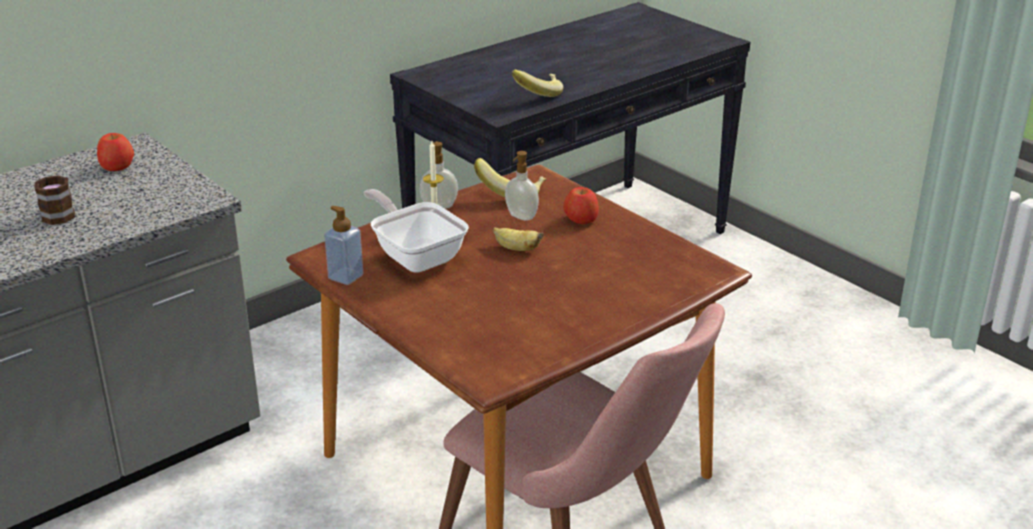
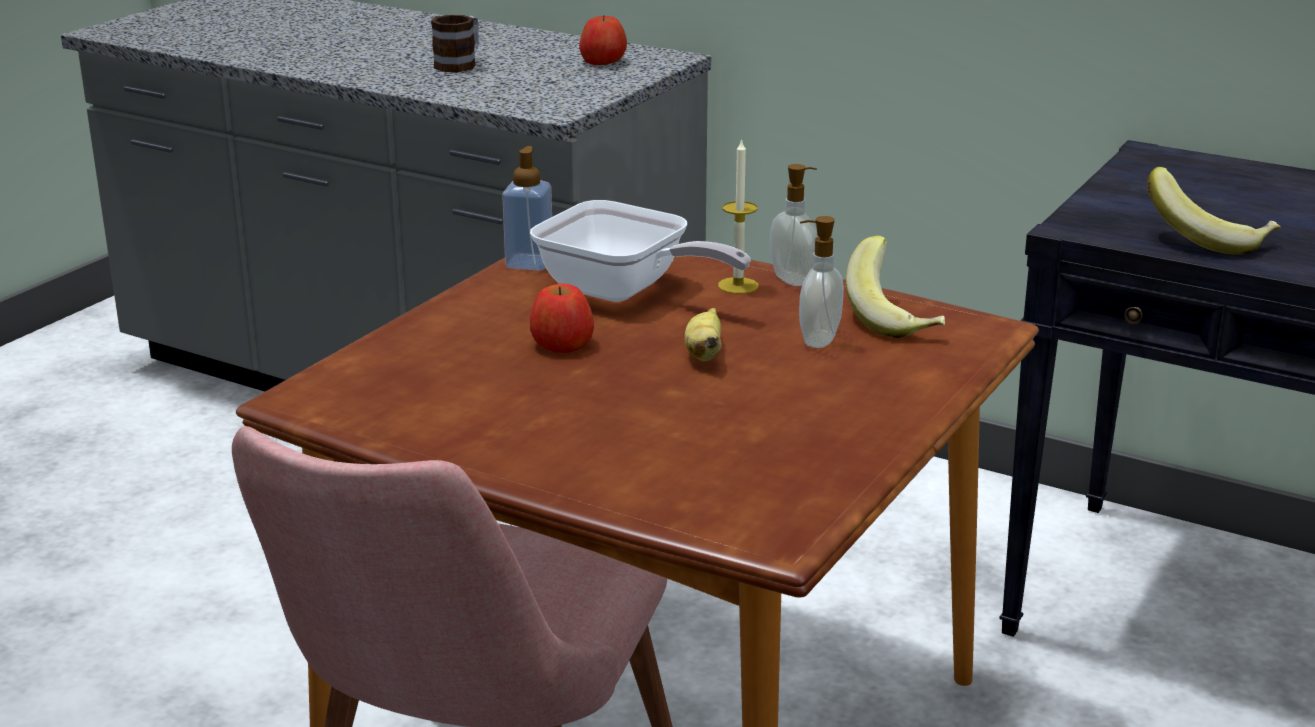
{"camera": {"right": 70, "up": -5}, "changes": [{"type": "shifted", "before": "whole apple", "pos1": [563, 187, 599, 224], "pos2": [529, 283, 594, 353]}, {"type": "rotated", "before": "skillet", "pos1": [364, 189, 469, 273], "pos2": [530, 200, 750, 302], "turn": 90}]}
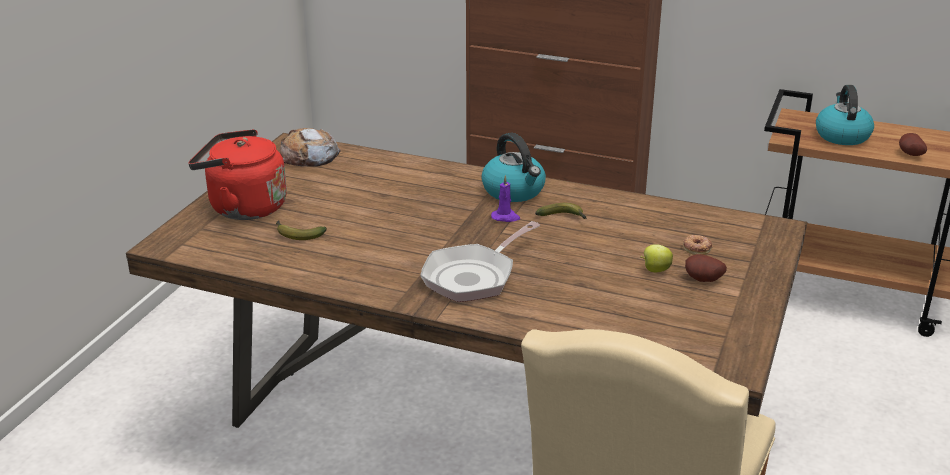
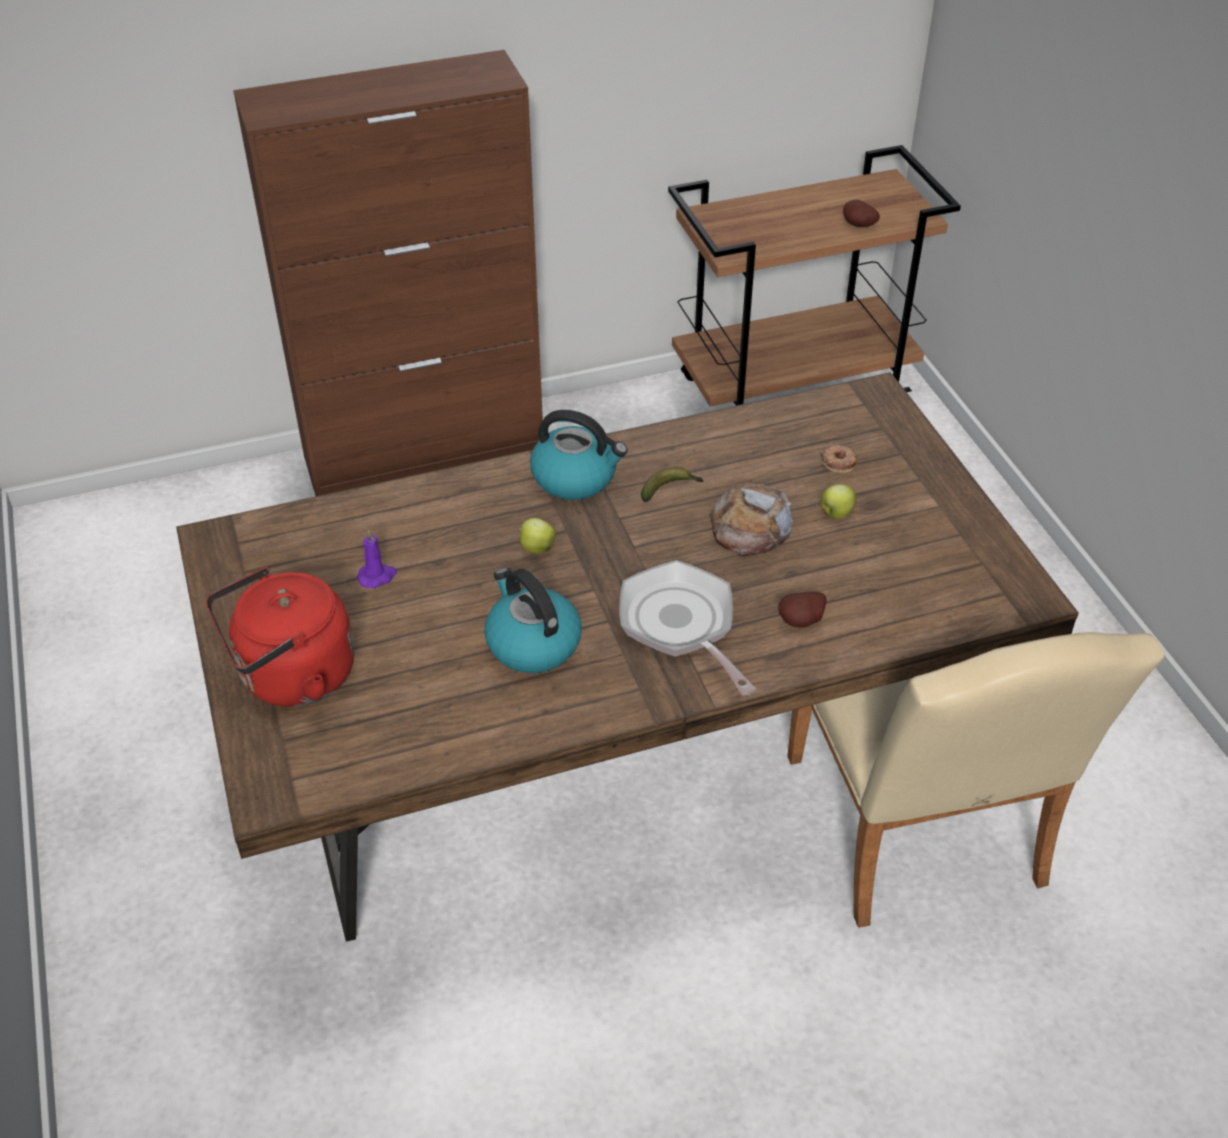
{"camera": {"right": -40, "up": 15}, "changes": [{"type": "shifted", "before": "water kettle", "pos1": [816, 85, 874, 145], "pos2": [484, 568, 582, 673]}, {"type": "shifted", "before": "bread", "pos1": [280, 128, 340, 167], "pos2": [709, 483, 793, 557]}, {"type": "shifted", "before": "candle in purple-coloured", "pos1": [491, 175, 520, 222], "pos2": [357, 529, 397, 588]}, {"type": "gone", "before": "banana fruit", "pos1": [276, 220, 327, 240]}, {"type": "rotated", "before": "skillet", "pos1": [420, 221, 540, 302], "pos2": [619, 560, 756, 696], "turn": 150}, {"type": "shifted", "before": "potato", "pos1": [685, 254, 727, 282], "pos2": [778, 592, 827, 628]}, {"type": "new", "after": "whole apple", "pos2": [519, 518, 556, 553]}]}
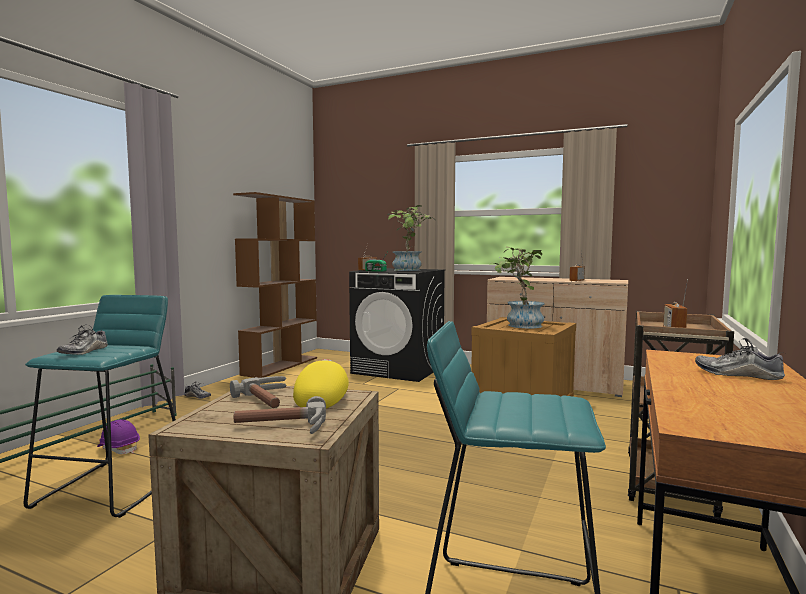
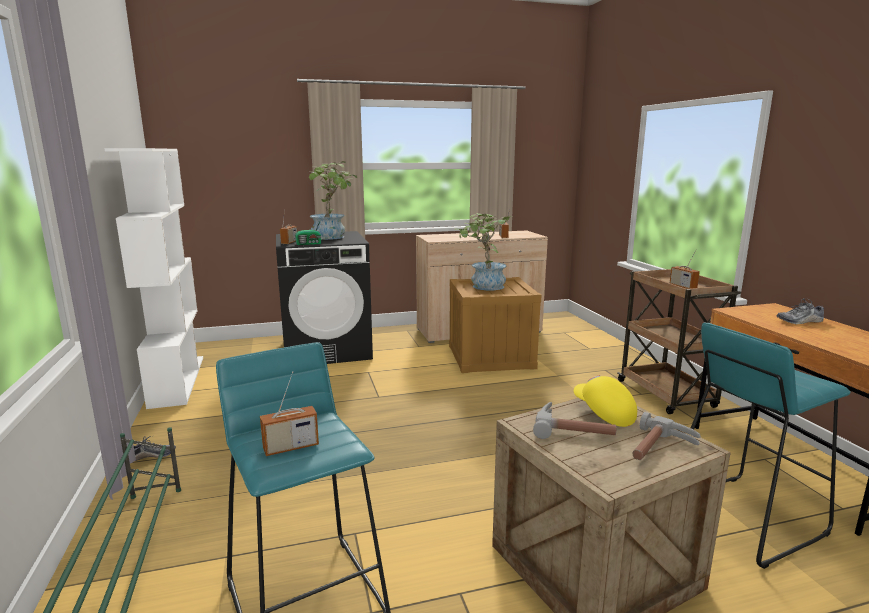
{"camera": {"right": -40, "up": 10}, "changes": [{"type": "repainted", "before": "shelving unit in brown-coloured", "after": "shelving unit in white", "pos1": [233, 192, 317, 378], "pos2": [104, 148, 203, 409]}, {"type": "swapped", "before": "item of footwear", "after": "radio", "pos1": [57, 325, 108, 355], "pos2": [260, 371, 319, 456]}, {"type": "gone", "before": "work helmet in purple-coloured", "pos1": [97, 420, 140, 454]}]}
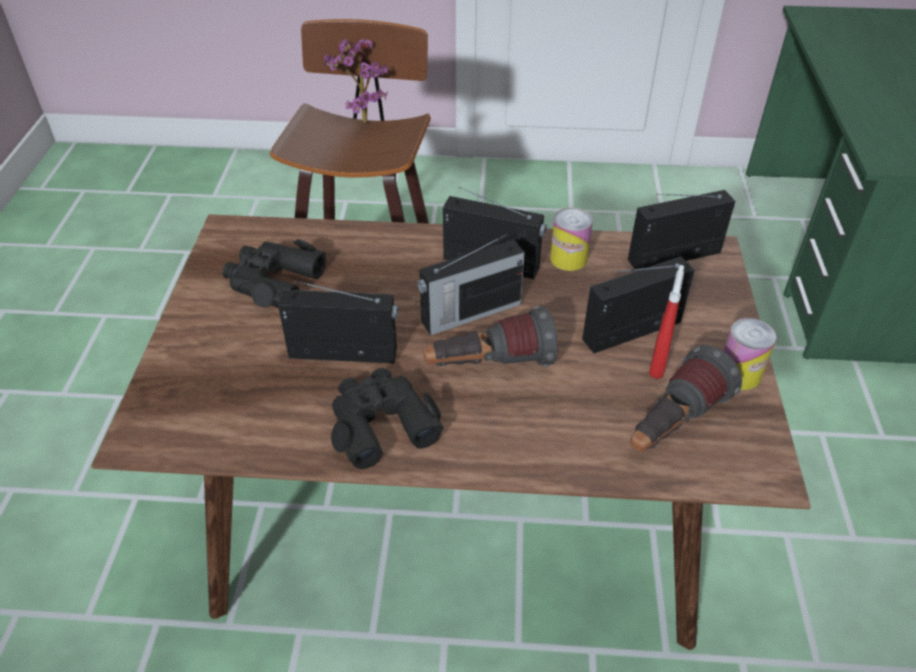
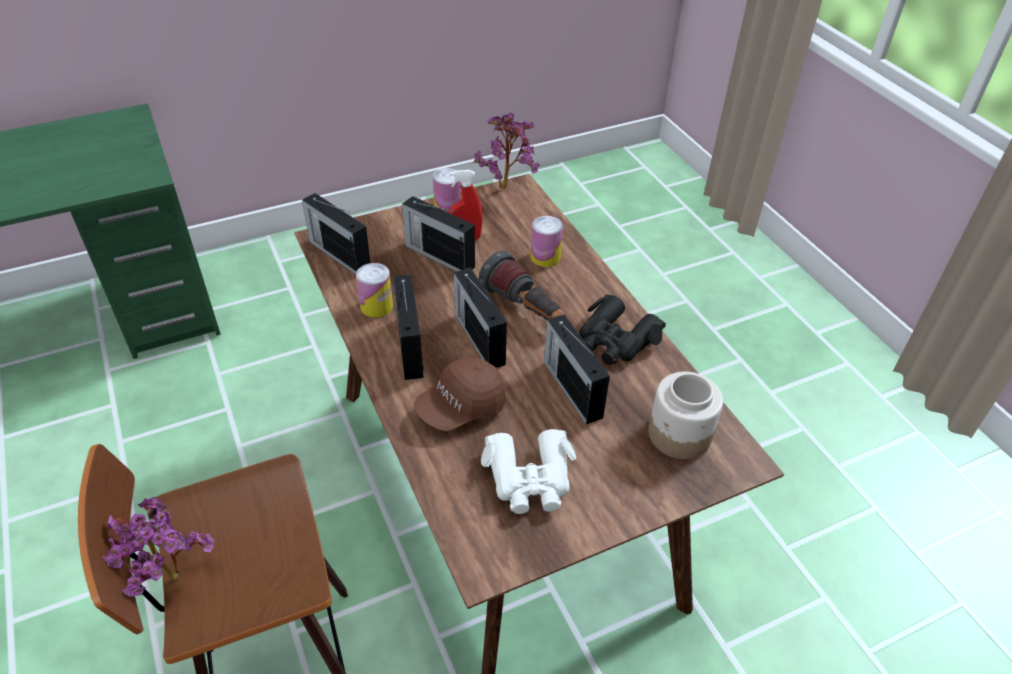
{"camera": {"right": -120, "up": 0}, "changes": [{"type": "rotated", "before": "radio", "pos1": [417, 234, 525, 336], "pos2": [454, 268, 507, 368], "turn": -150}, {"type": "repainted", "before": "field glasses in black", "after": "field glasses in white", "pos1": [222, 239, 326, 308], "pos2": [481, 429, 576, 514]}, {"type": "gone", "before": "flashlight", "pos1": [630, 345, 742, 452]}, {"type": "new", "after": "houseplant", "pos2": [473, 112, 539, 189]}, {"type": "new", "after": "sealed can", "pos2": [530, 216, 563, 267]}, {"type": "new", "after": "baseball cap in brown-coloured", "pos2": [414, 357, 505, 431]}, {"type": "new", "after": "jar", "pos2": [648, 372, 723, 459]}]}
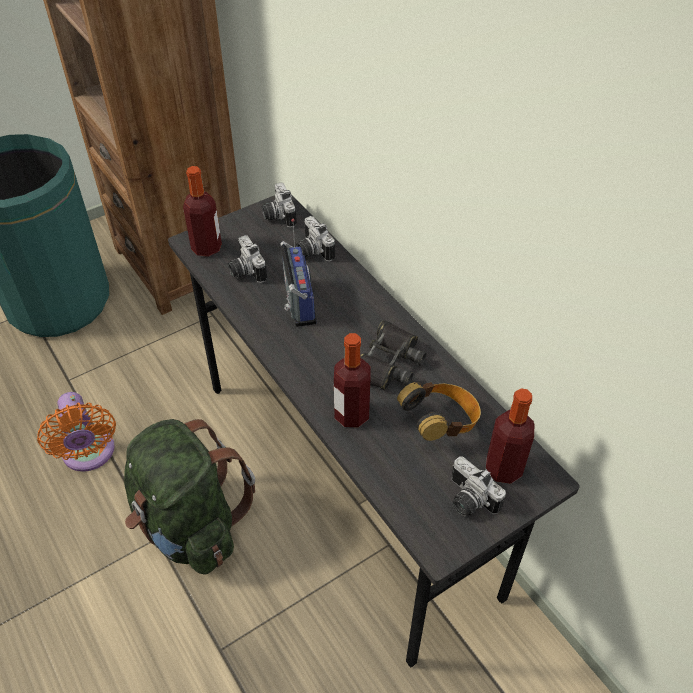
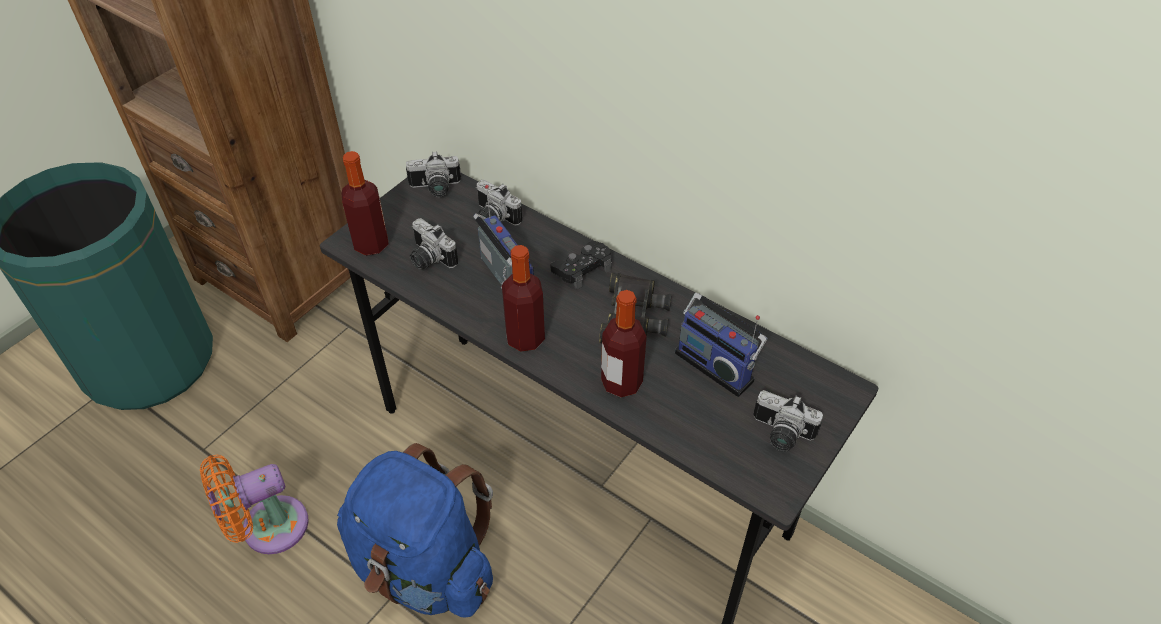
{"camera": {"right": -20, "up": 0}, "changes": [{"type": "rotated", "before": "photo camera", "pos1": [262, 182, 297, 228], "pos2": [406, 151, 461, 197], "turn": -60}, {"type": "swapped", "before": "headphones", "after": "radio", "pos1": [397, 382, 481, 441], "pos2": [675, 293, 768, 397]}, {"type": "shifted", "before": "drink bottle", "pos1": [486, 388, 534, 484], "pos2": [502, 245, 545, 351]}, {"type": "rotated", "before": "fan in orange-coloured", "pos1": [37, 392, 116, 472], "pos2": [200, 455, 309, 554], "turn": 105}, {"type": "repainted", "before": "rucksack in greenish", "after": "rucksack in bluish", "pos1": [124, 419, 255, 575], "pos2": [337, 443, 493, 618]}, {"type": "new", "after": "joypad in black", "pos2": [550, 241, 612, 289]}]}
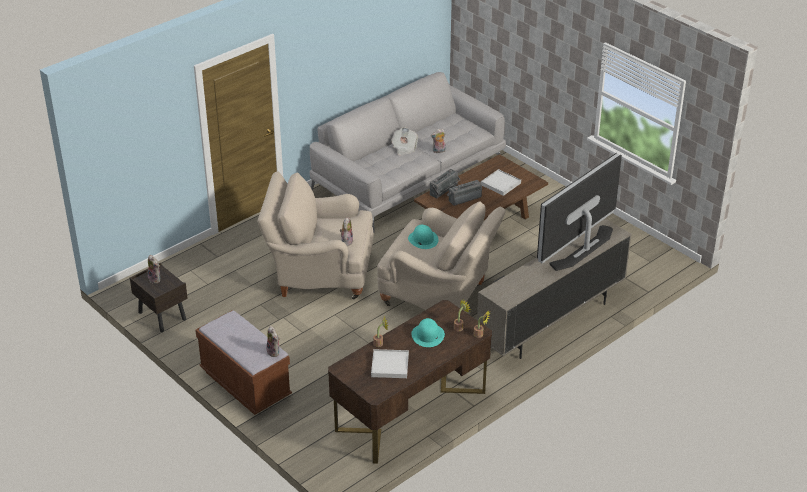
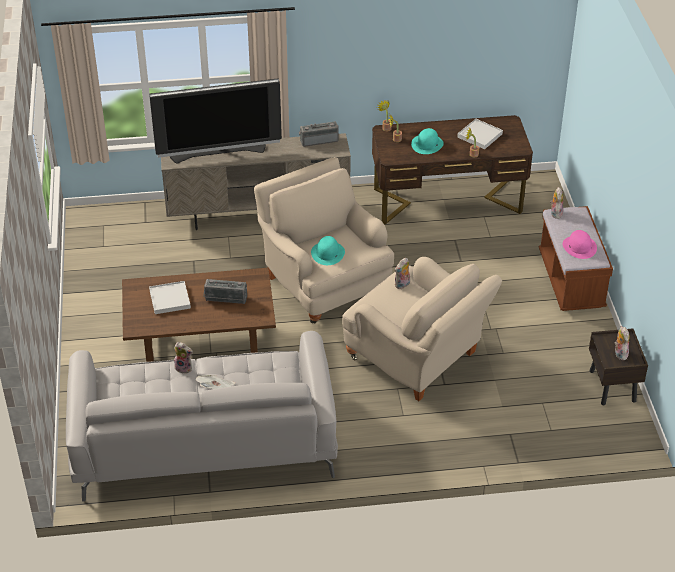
{"camera": {"right": -145, "up": 5}, "changes": [{"type": "shifted", "before": "radio", "pos1": [430, 169, 460, 198], "pos2": [299, 121, 339, 147]}, {"type": "new", "after": "hat in pinkish", "pos2": [563, 230, 597, 259]}]}
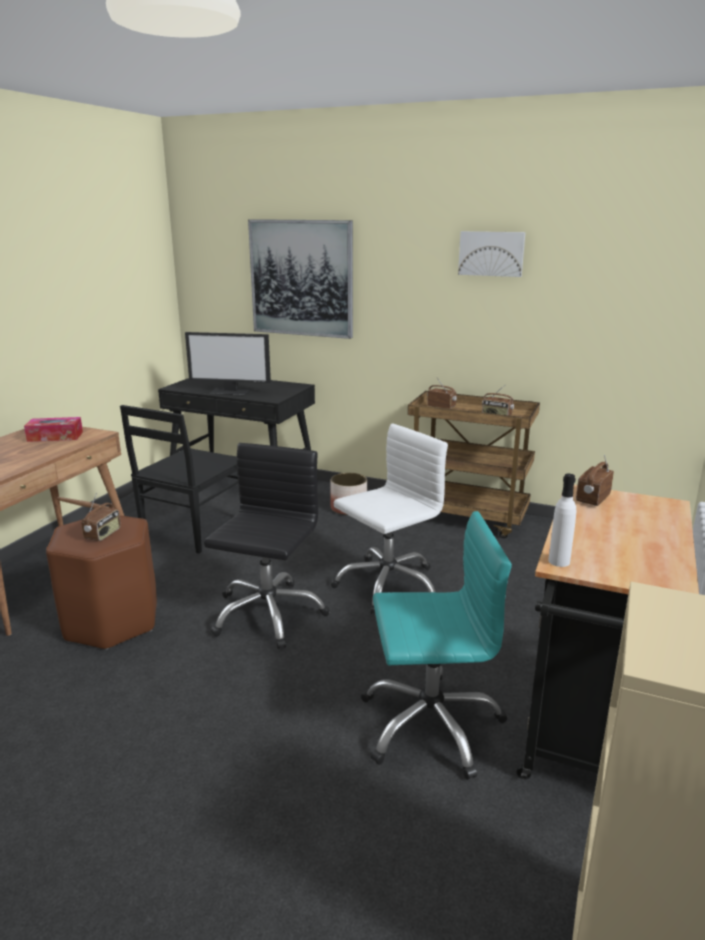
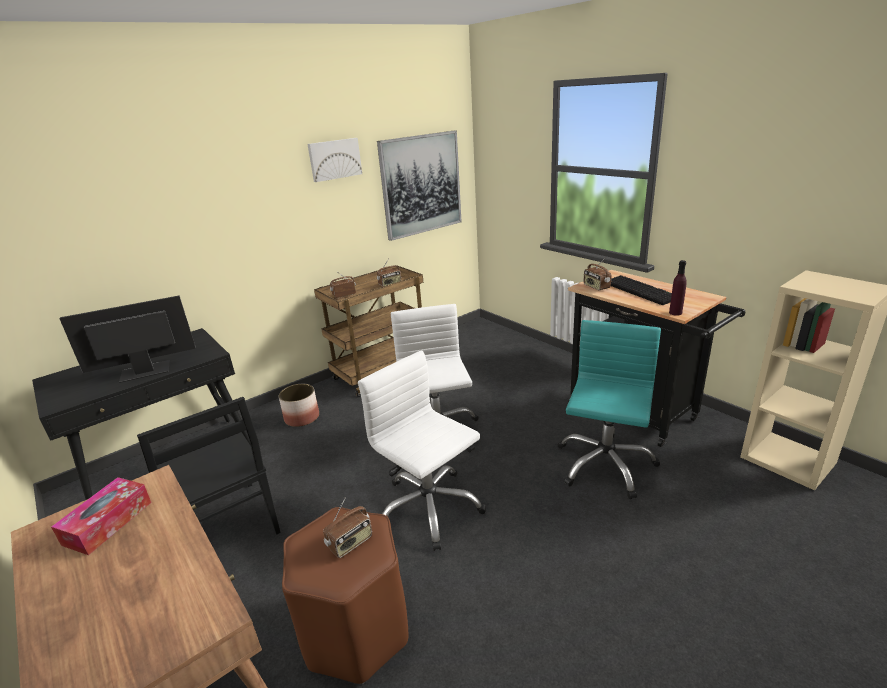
{"camera": {"right": -60, "up": 5}, "changes": [{"type": "shifted", "before": "wall art", "pos1": [248, 219, 353, 339], "pos2": [377, 131, 462, 241]}, {"type": "rotated", "before": "computer display", "pos1": [185, 332, 271, 396], "pos2": [59, 295, 196, 383], "turn": -150}, {"type": "repainted", "before": "desk chair in black", "after": "desk chair in white", "pos1": [204, 443, 330, 649], "pos2": [358, 350, 486, 551]}, {"type": "repainted", "before": "drink bottle in white", "after": "drink bottle in purple-coloured", "pos1": [548, 474, 576, 567], "pos2": [669, 260, 687, 316]}, {"type": "rotated", "before": "radio", "pos1": [81, 493, 121, 541], "pos2": [323, 497, 372, 558], "turn": 90}, {"type": "new", "after": "computer keyboard", "pos2": [611, 275, 672, 305]}]}
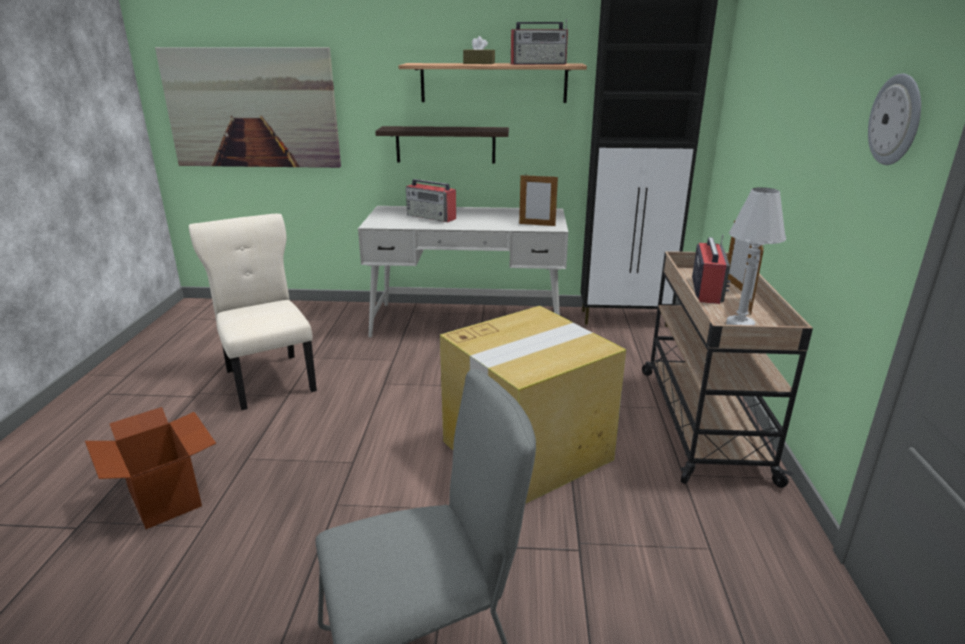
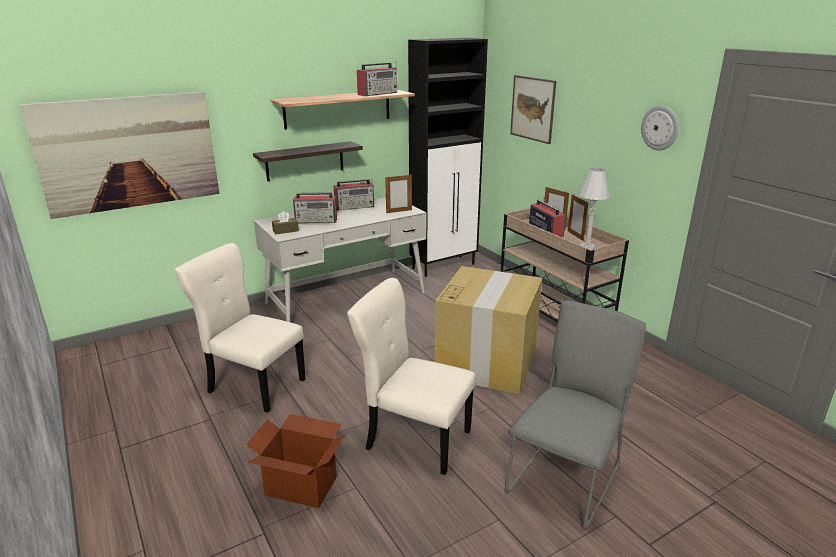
{"camera": {"right": -35, "up": 0}, "changes": [{"type": "shifted", "before": "tissue box in brown-coloured", "pos1": [463, 36, 495, 64], "pos2": [272, 211, 299, 234]}, {"type": "new", "after": "wall art", "pos2": [510, 75, 556, 144]}, {"type": "new", "after": "radio", "pos2": [333, 179, 374, 211]}, {"type": "new", "after": "upright chair in beige", "pos2": [347, 278, 476, 475]}]}
